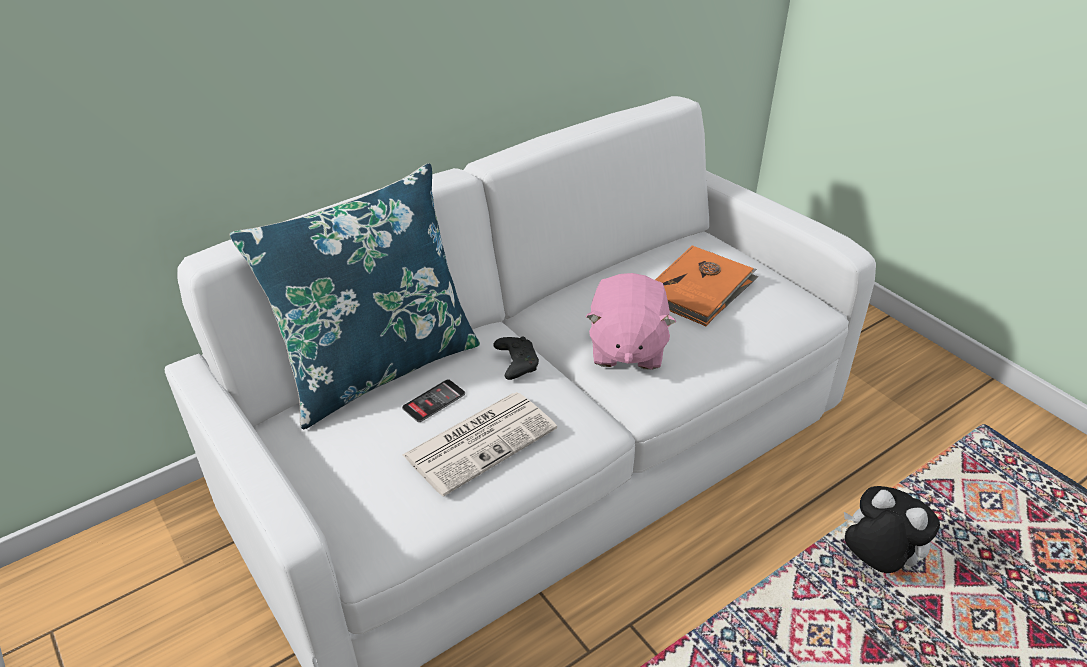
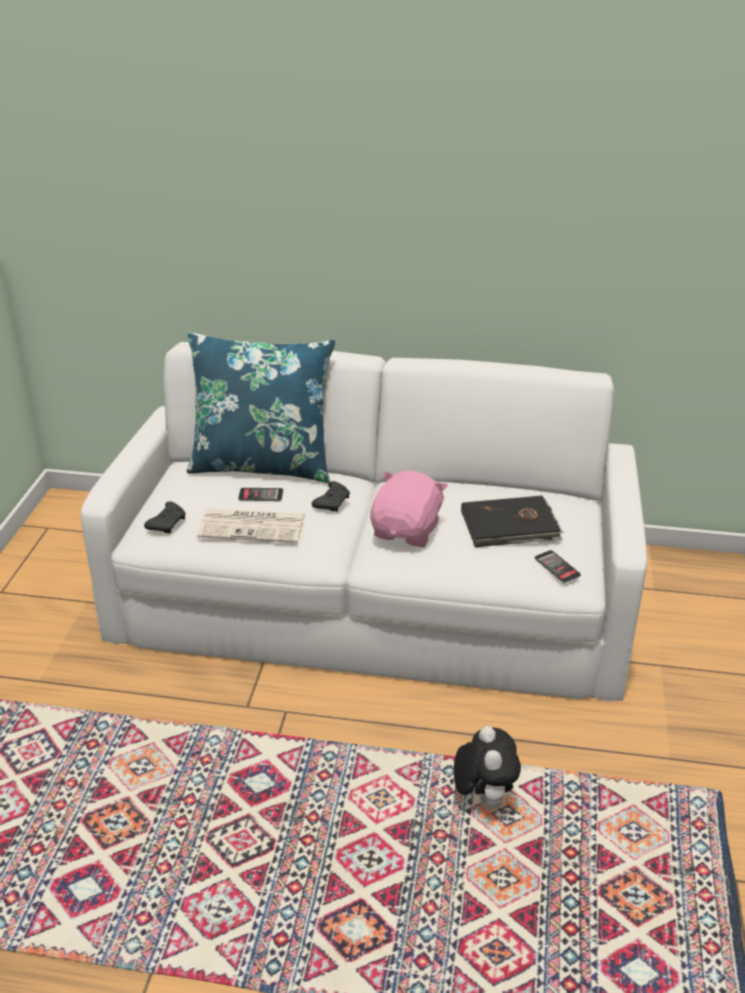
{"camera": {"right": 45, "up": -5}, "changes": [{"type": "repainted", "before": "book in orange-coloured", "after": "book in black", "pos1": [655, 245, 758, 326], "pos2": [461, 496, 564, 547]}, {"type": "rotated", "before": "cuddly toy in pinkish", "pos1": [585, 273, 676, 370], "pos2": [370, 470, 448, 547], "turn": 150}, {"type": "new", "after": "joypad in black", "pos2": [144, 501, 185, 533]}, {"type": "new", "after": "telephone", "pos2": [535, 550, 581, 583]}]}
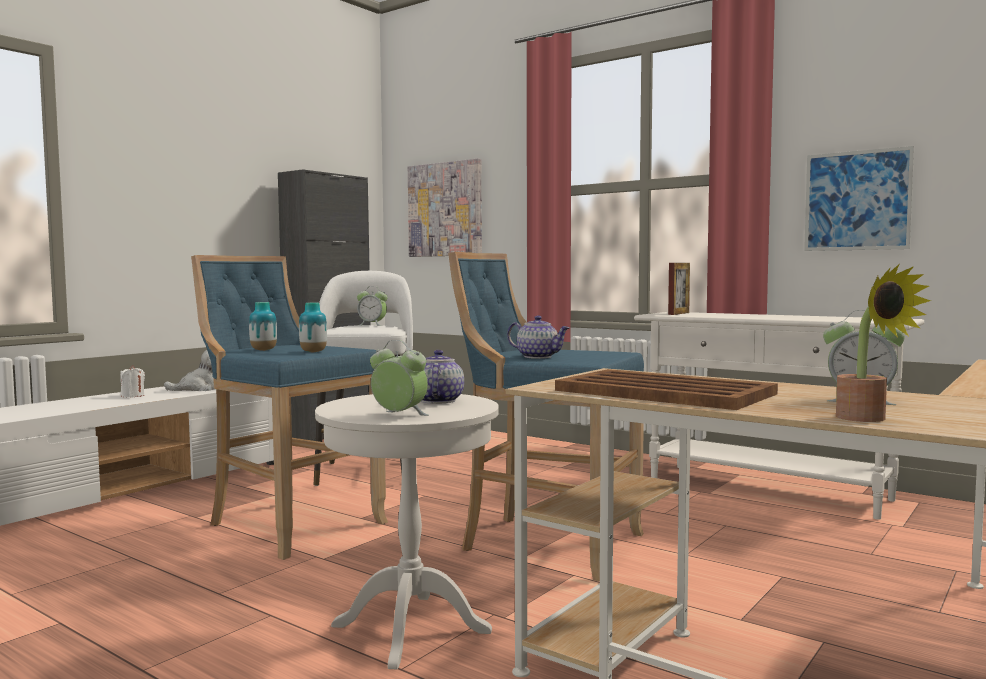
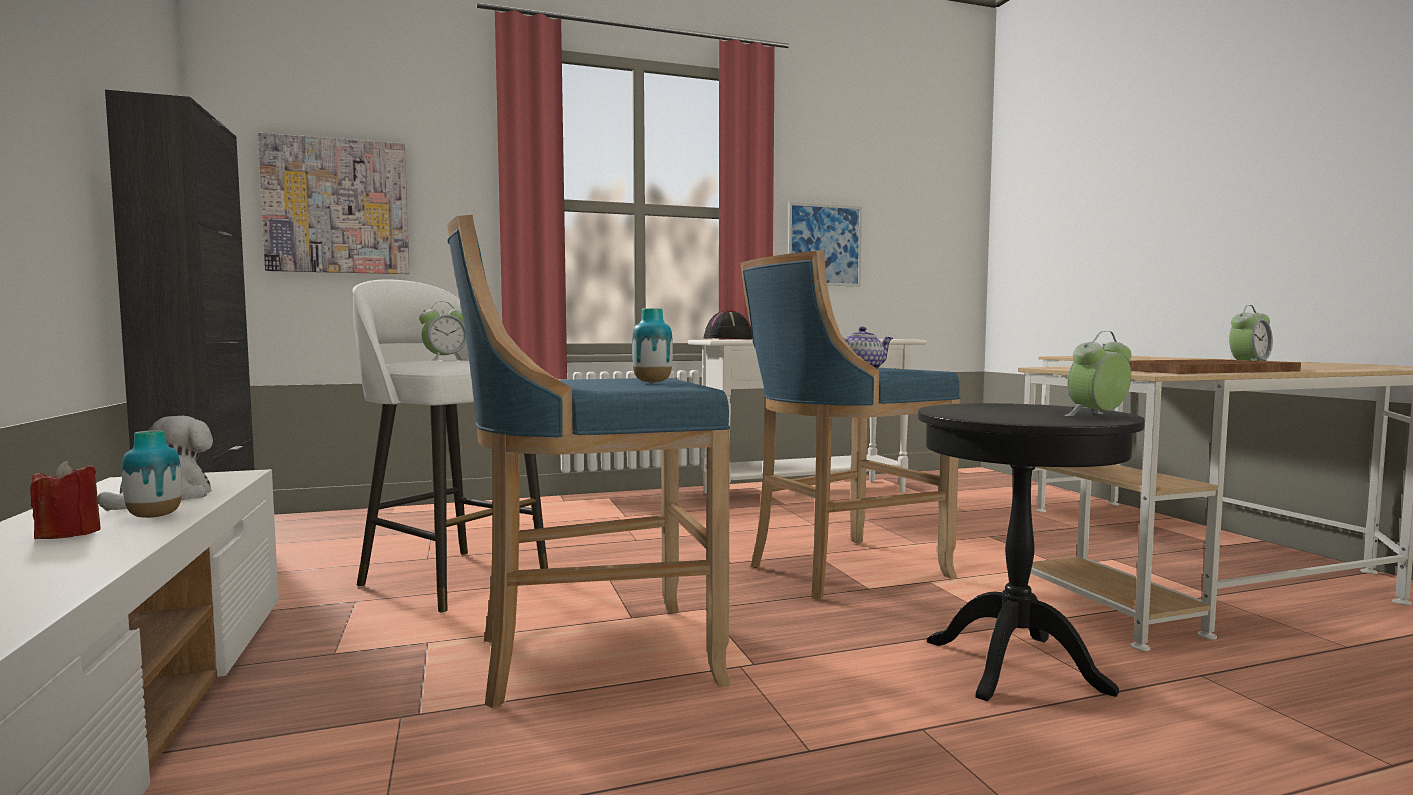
{"camera": {"right": -55, "up": 0}, "changes": [{"type": "swapped", "before": "picture frame", "after": "hat in black", "pos1": [668, 263, 690, 315], "pos2": [704, 310, 753, 340]}, {"type": "gone", "before": "houseplant", "pos1": [836, 265, 931, 422]}, {"type": "shifted", "before": "flower vase", "pos1": [249, 302, 277, 351], "pos2": [122, 430, 182, 518]}, {"type": "gone", "before": "pot for tea", "pos1": [421, 350, 464, 404]}, {"type": "repainted", "before": "candle in white", "after": "candle in red", "pos1": [120, 365, 145, 398], "pos2": [30, 461, 101, 539]}, {"type": "repainted", "before": "end table in white", "after": "end table in black", "pos1": [315, 394, 499, 669], "pos2": [918, 403, 1145, 701]}]}
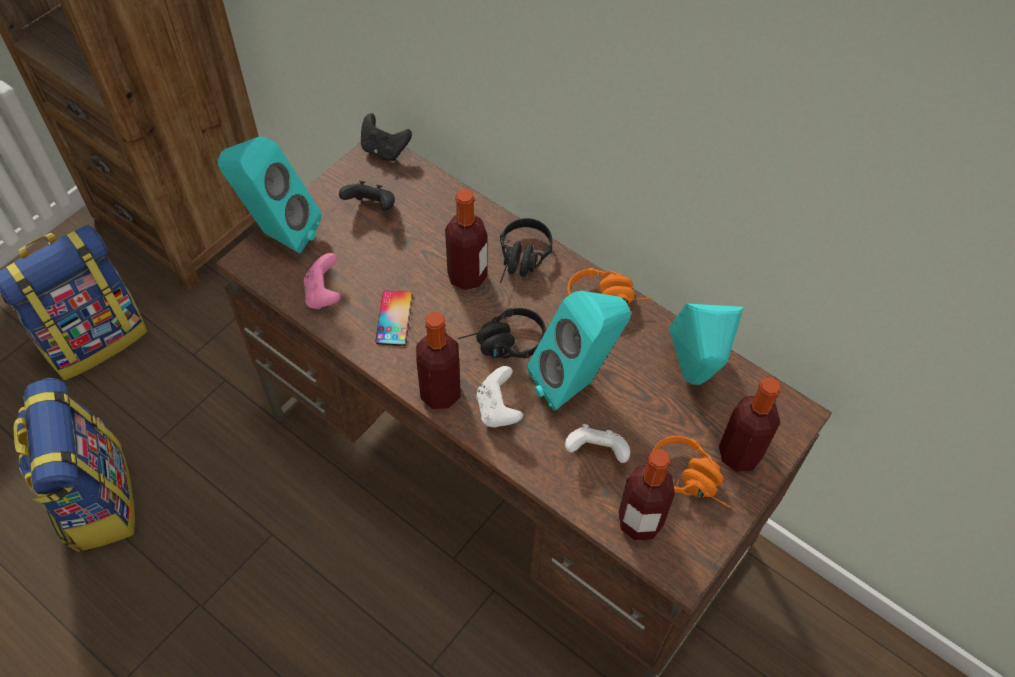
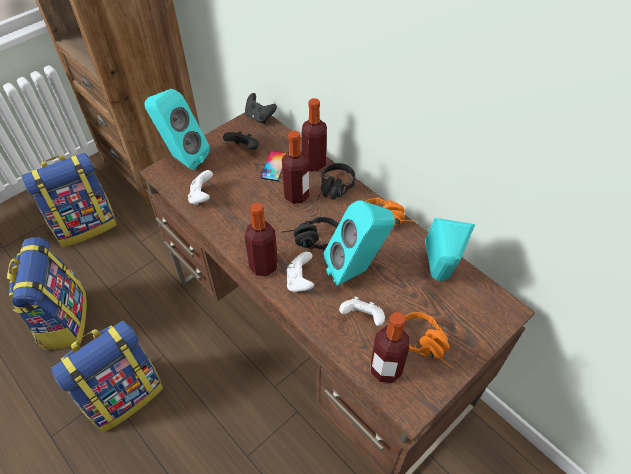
{"camera": {"right": 10, "up": -5}, "changes": [{"type": "repainted", "before": "joypad in pinkish", "after": "joypad in white", "pos1": [304, 253, 341, 310], "pos2": [188, 170, 213, 205]}, {"type": "shifted", "before": "telephone", "pos1": [375, 291, 413, 346], "pos2": [260, 151, 286, 181]}, {"type": "shifted", "before": "drink bottle", "pos1": [719, 377, 781, 472], "pos2": [302, 98, 327, 171]}, {"type": "new", "after": "rucksack", "pos2": [51, 321, 163, 433]}]}
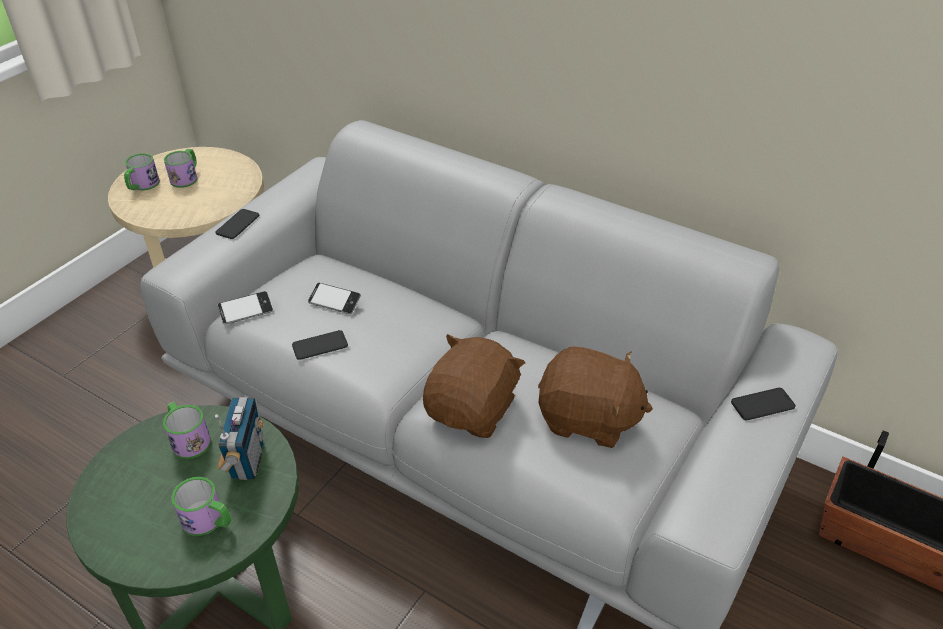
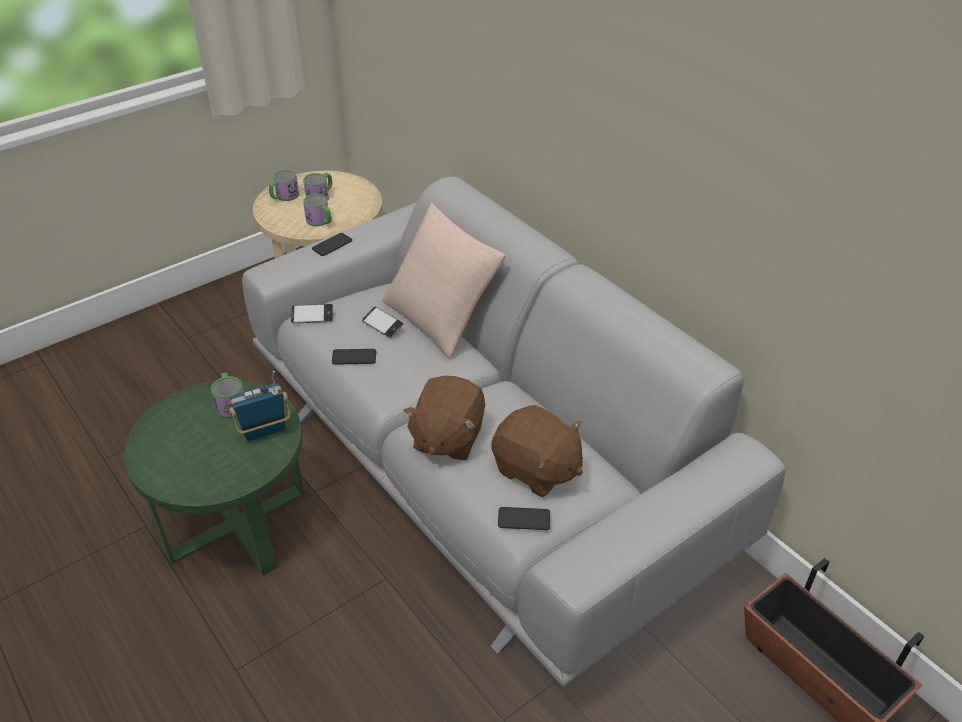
{"camera": {"right": 20, "up": 0}, "changes": [{"type": "rotated", "before": "cuddly toy in brown-coloured", "pos1": [423, 334, 525, 438], "pos2": [403, 376, 485, 460], "turn": 150}, {"type": "shifted", "before": "telephone", "pos1": [731, 388, 796, 420], "pos2": [498, 507, 550, 530]}, {"type": "rotated", "before": "radio", "pos1": [215, 397, 263, 480], "pos2": [229, 371, 290, 441], "turn": -135}, {"type": "shifted", "before": "tea mug", "pos1": [171, 477, 232, 536], "pos2": [303, 194, 332, 226]}, {"type": "new", "after": "pillow in beige", "pos2": [383, 203, 506, 358]}]}
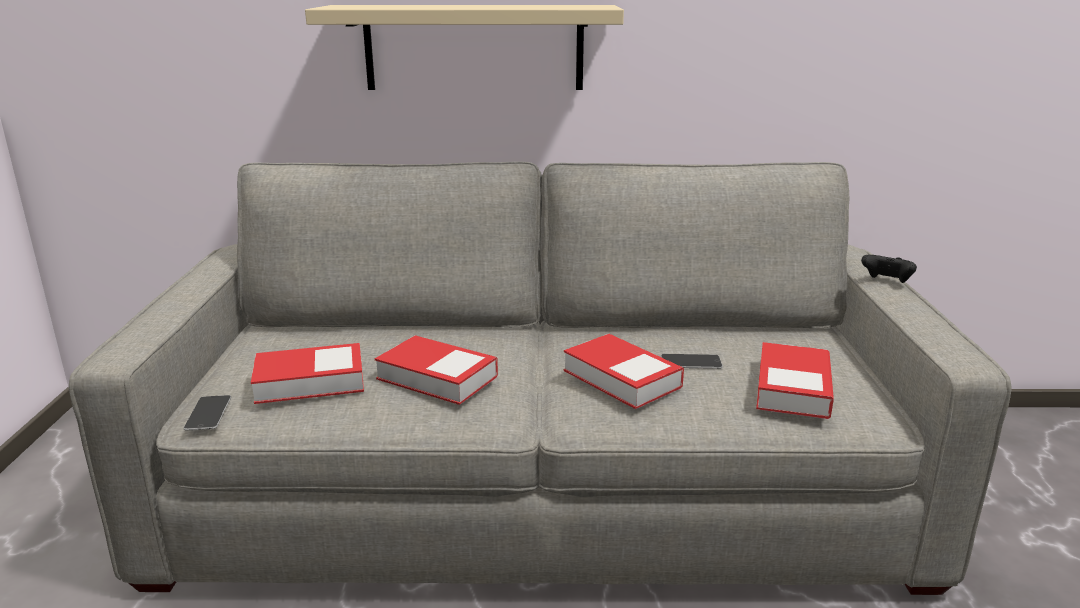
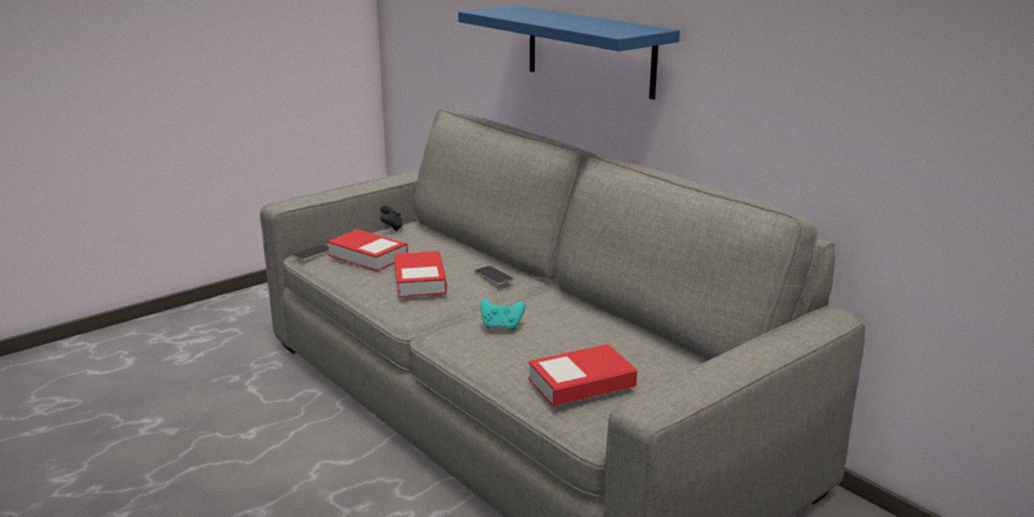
{"camera": {"right": 50, "up": 0}, "changes": [{"type": "repainted", "before": "shelf in beige", "after": "shelf in bluish", "pos1": [305, 5, 624, 90], "pos2": [458, 6, 680, 100]}, {"type": "shifted", "before": "joypad in black", "pos1": [861, 255, 917, 283], "pos2": [380, 206, 403, 231]}, {"type": "swapped", "before": "book", "after": "joypad in turquoise-coloured", "pos1": [563, 334, 684, 409], "pos2": [481, 298, 526, 331]}, {"type": "shifted", "before": "telephone", "pos1": [661, 354, 723, 369], "pos2": [474, 266, 514, 284]}]}
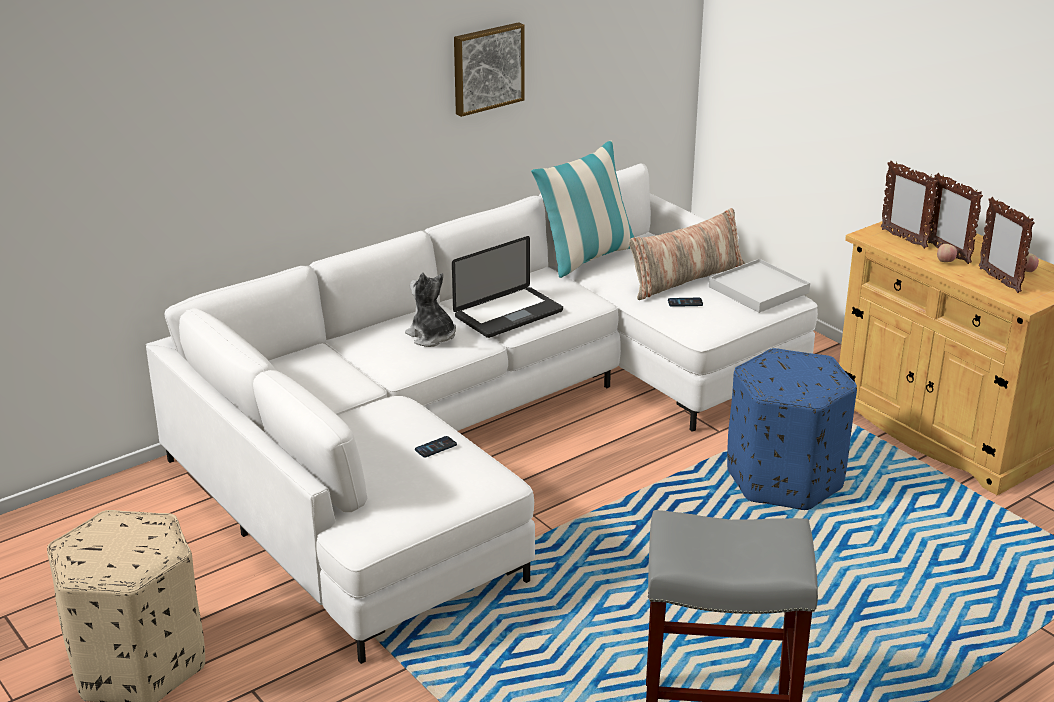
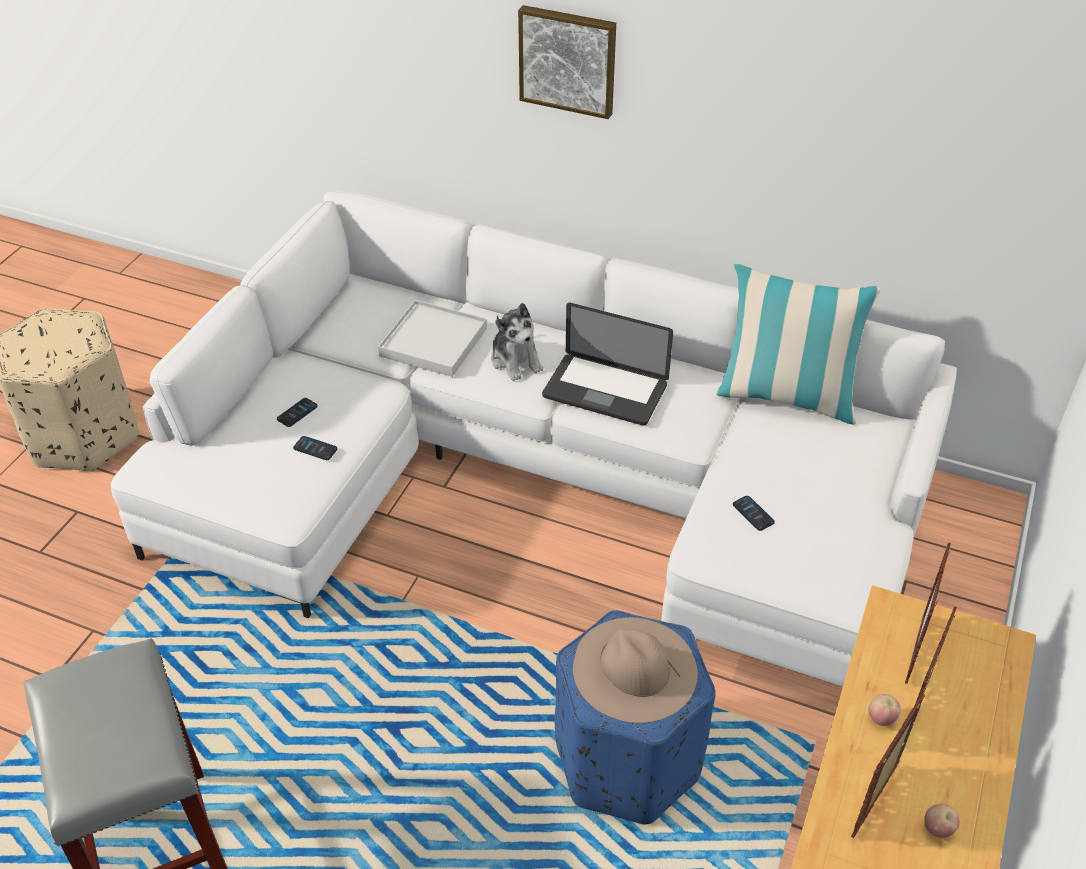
{"camera": {"right": 60, "up": 15}, "changes": [{"type": "shifted", "before": "wall art", "pos1": [454, 22, 524, 117], "pos2": [518, 5, 616, 119]}, {"type": "gone", "before": "pillow", "pos1": [629, 208, 745, 300]}, {"type": "shifted", "before": "carrying tray in white", "pos1": [709, 259, 810, 313], "pos2": [378, 300, 487, 377]}, {"type": "rotated", "before": "cuddly toy", "pos1": [405, 273, 456, 347], "pos2": [491, 303, 543, 381], "turn": 135}, {"type": "new", "after": "telephone", "pos2": [277, 398, 318, 427]}, {"type": "new", "after": "hat in beige", "pos2": [573, 617, 698, 723]}]}
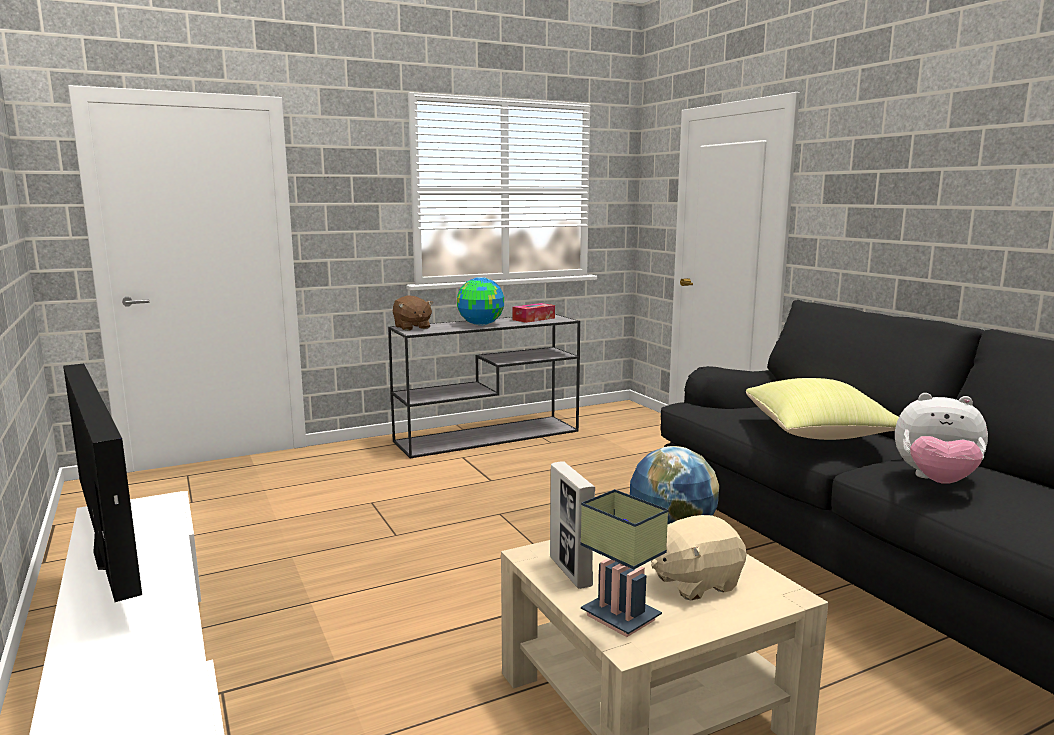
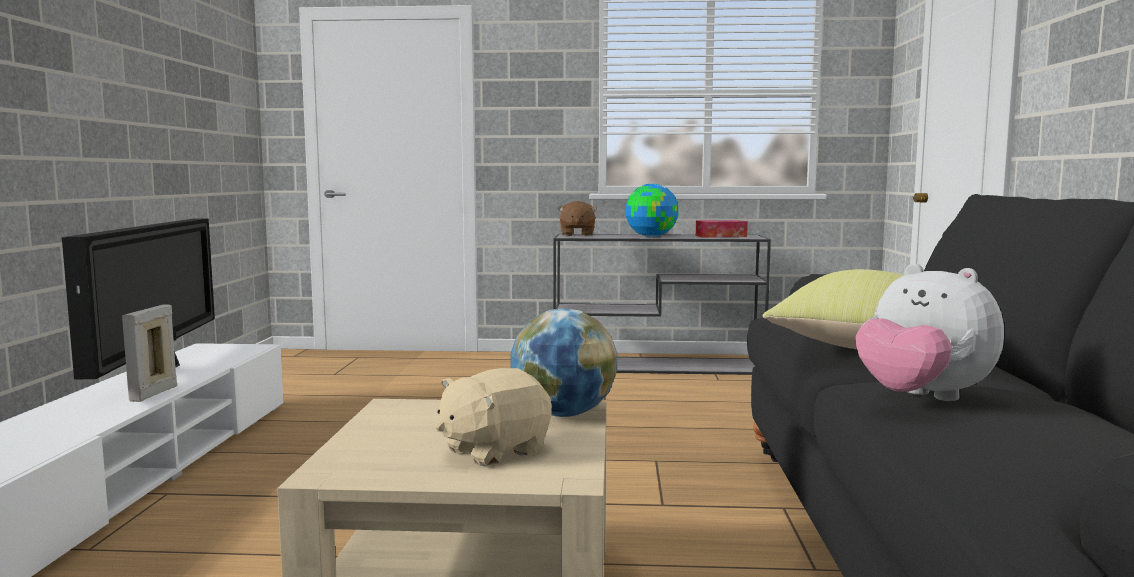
{"camera": {"right": 30, "up": -5}, "changes": [{"type": "shifted", "before": "picture frame", "pos1": [550, 461, 595, 589], "pos2": [122, 305, 177, 402]}, {"type": "gone", "before": "table lamp", "pos1": [581, 489, 669, 637]}, {"type": "rotated", "before": "cuddly toy in beige", "pos1": [651, 515, 747, 600], "pos2": [436, 368, 552, 466], "turn": -45}]}
